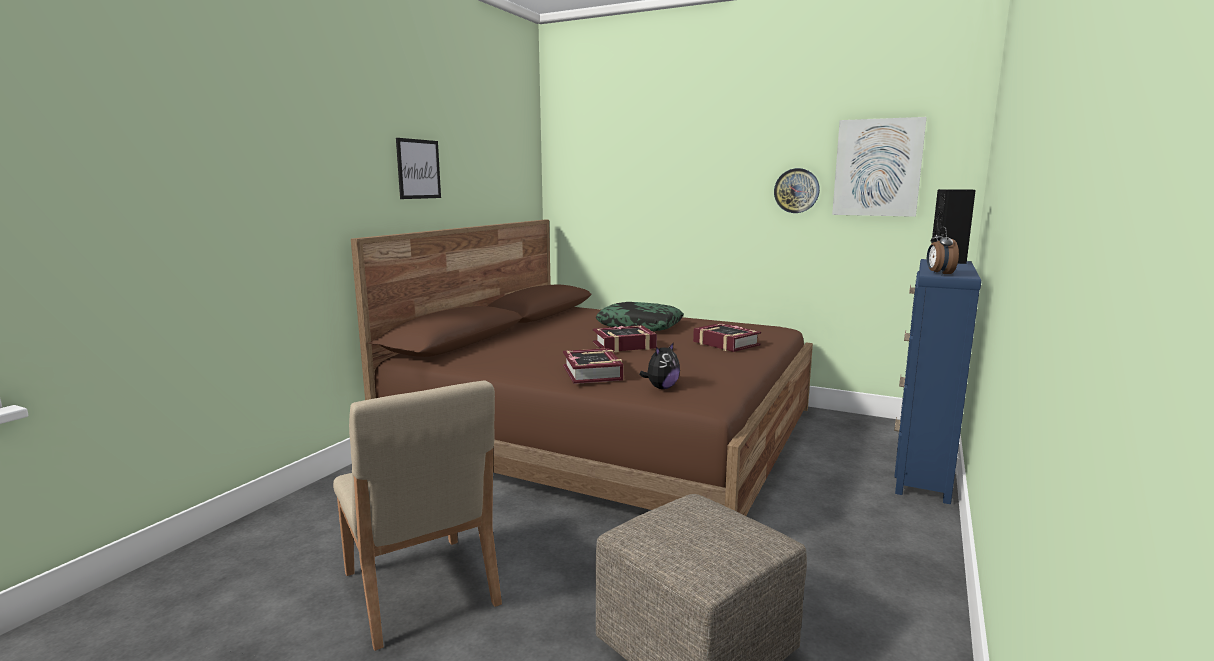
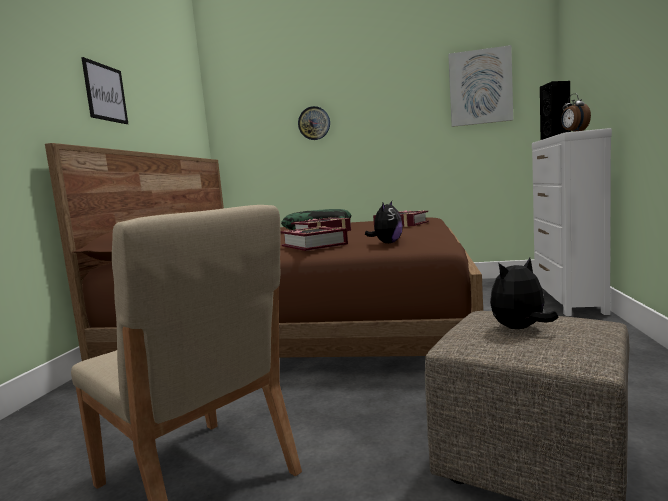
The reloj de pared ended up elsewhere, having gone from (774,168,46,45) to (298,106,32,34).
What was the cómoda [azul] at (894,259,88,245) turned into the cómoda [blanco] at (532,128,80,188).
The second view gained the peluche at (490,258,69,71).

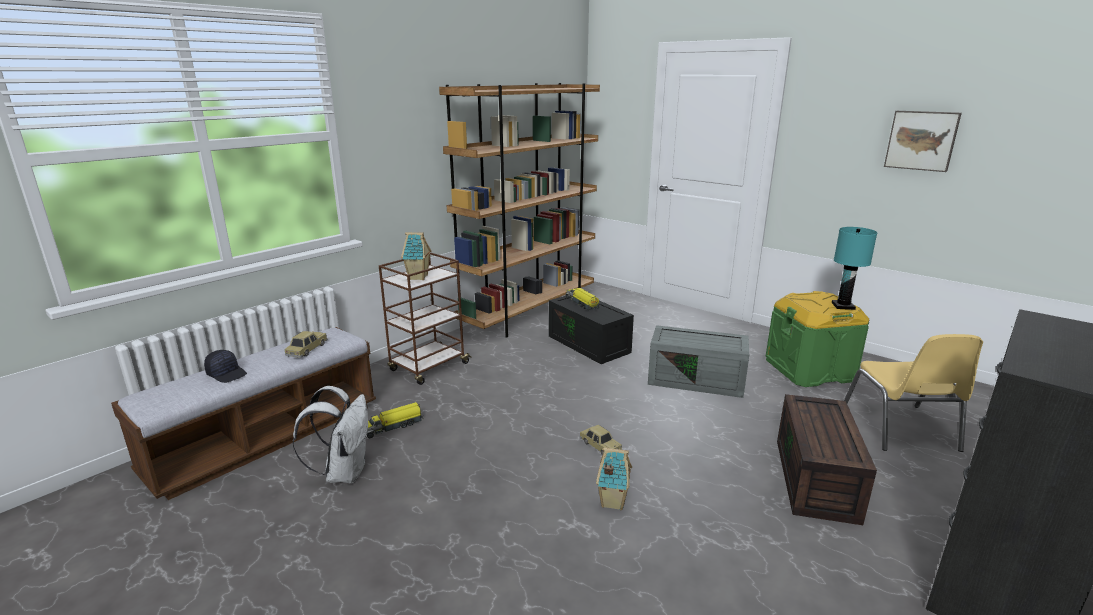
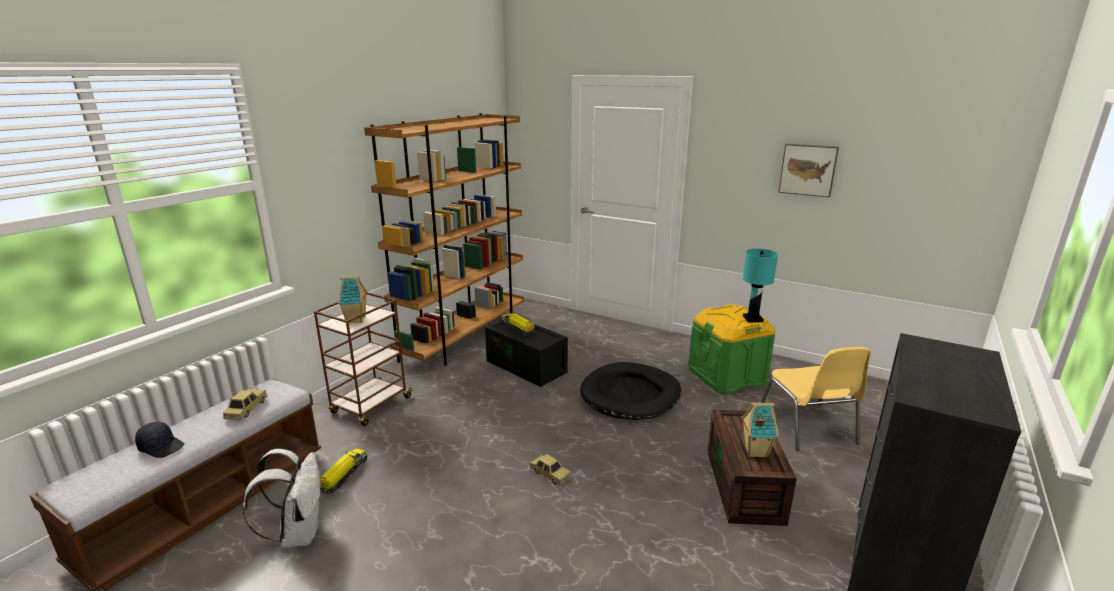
Where the caja de almacenaje [gris] stood at (648,325,101,73), the cama para perro [negro] came to stand at (580,362,101,58).
The camión de juguete at (367,402,57,36) ended up facing another way, 150 degrees clockwise from before.
The casita ended up elsewhere, having gone from (596,448,36,62) to (741,403,38,55).

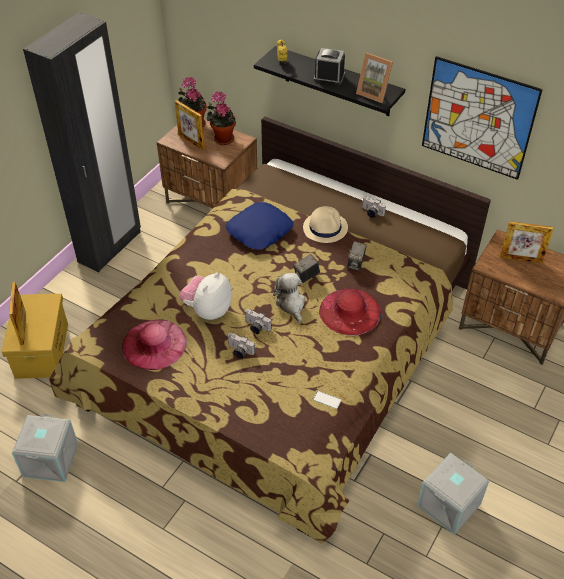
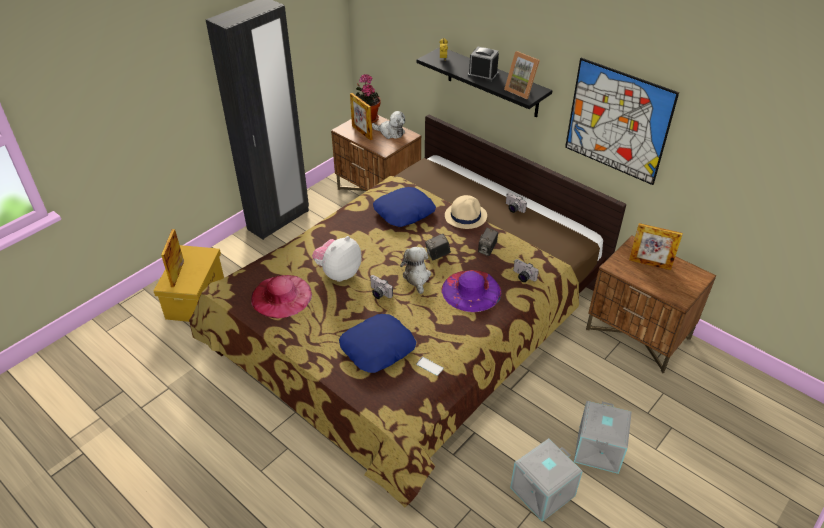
Where the planta en maceta stood at (207,92,29,53), the peluche came to stand at (372,111,33,28).
What was the sombrero [rojo] at (319,289,63,47) turned into the sombrero [morado] at (442,270,60,42).
The cámara ended up elsewhere, having gone from (228,333,27,25) to (513,259,26,23).
The caja de almacenaje [gris] ended up elsewhere, having gone from (12,414,66,68) to (574,401,58,73).
The second view gained the cojín [azul] at (339,314,77,59).

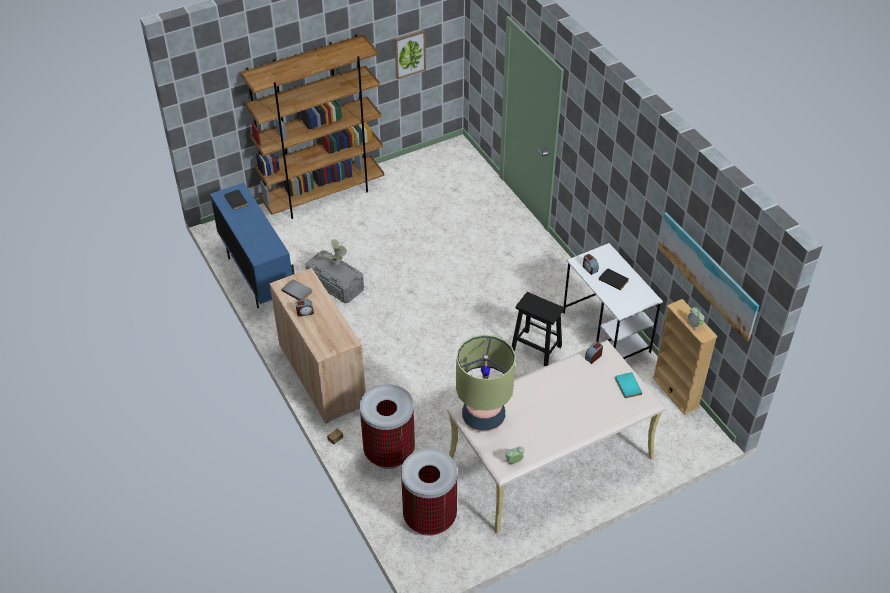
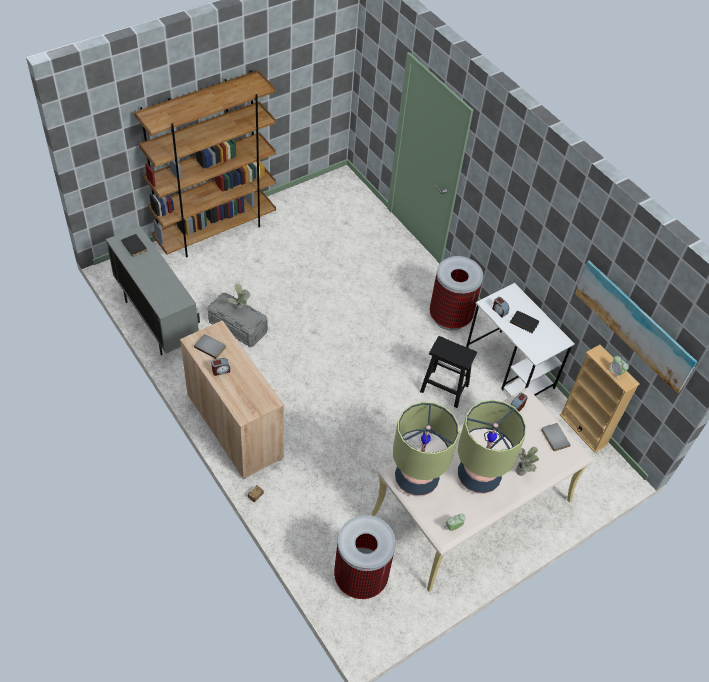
The second view lost the cuadro at (395,30,31,49).
What was the armario [azul] at (210,183,85,126) turned into the armario [gris] at (106,226,94,129).
What was the libro [turquesa] at (615,372,27,26) turned into the libro [gris] at (541,423,29,28).
The papelera ended up elsewhere, having gone from (360,384,55,85) to (430,256,53,75).
The second view gained the lámpara de mesa at (458,400,69,94).
The second view gained the planta en maceta at (515,447,24,29).

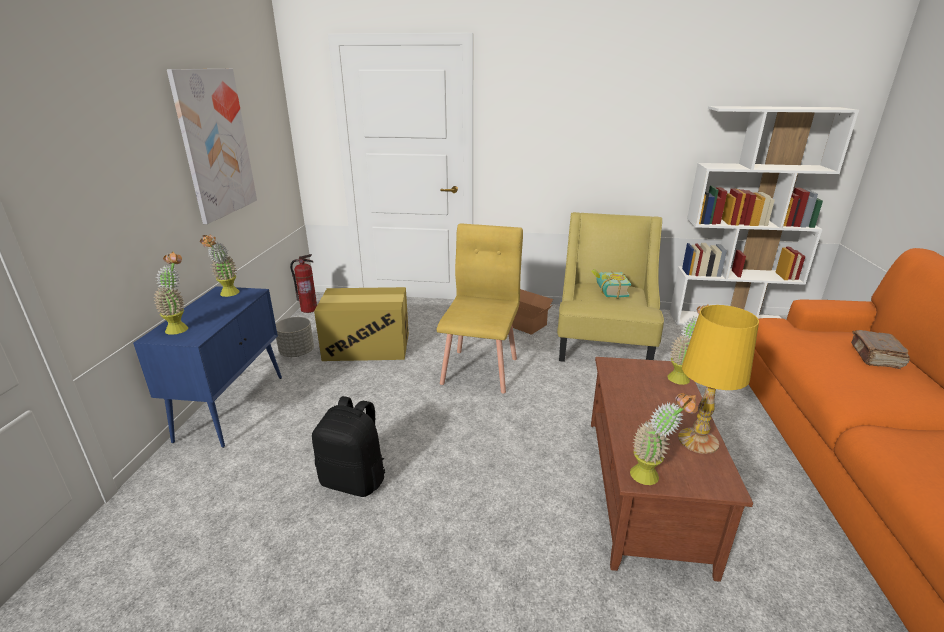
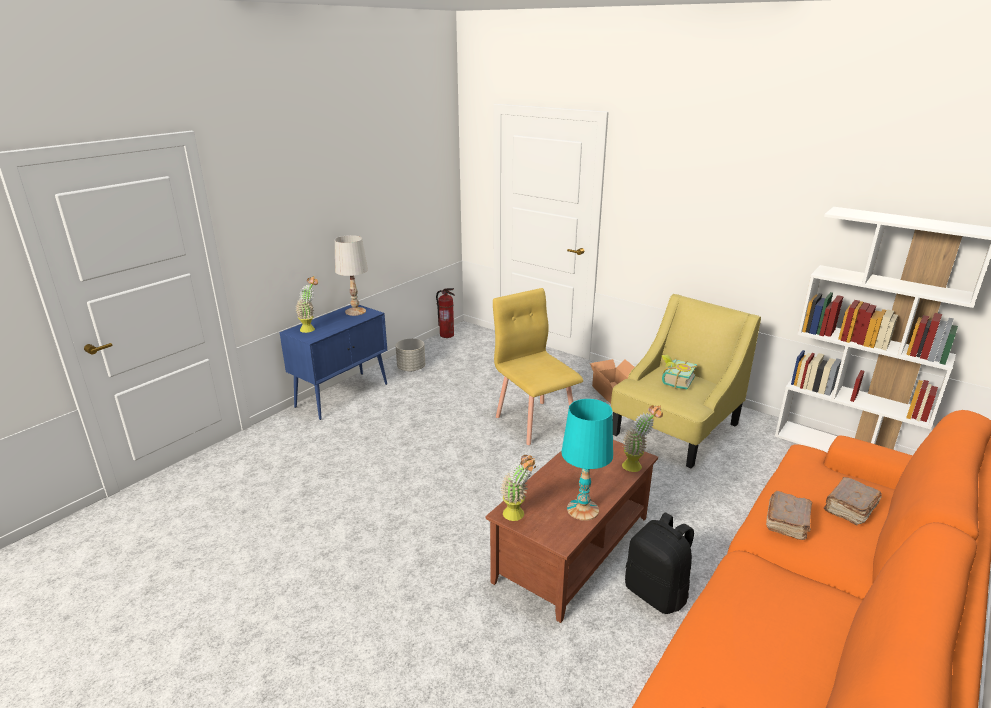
The second view lost the cuadro at (167,69,90,155).
The silla [amarillo] at (437,223,86,171) ended up facing another way, 75 degrees counterclockwise from before.
Where the planta en maceta stood at (200,235,40,62), the lámpara de mesa [blanco] came to stand at (335,235,33,81).
The second view lost the caja de cartón at (314,287,95,74).
What was the lámpara de mesa [amarillo] at (678,305,81,149) turned into the lámpara de mesa [turquesa] at (561,399,52,122).
The mochila [negro] ended up elsewhere, having gone from (312,396,73,101) to (625,512,69,102).
The second view gained the libro [marrón] at (766,491,46,49).

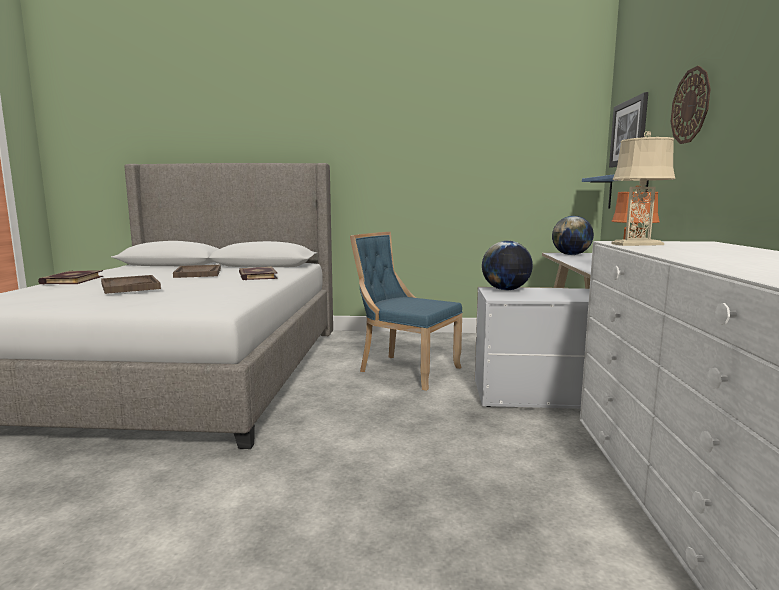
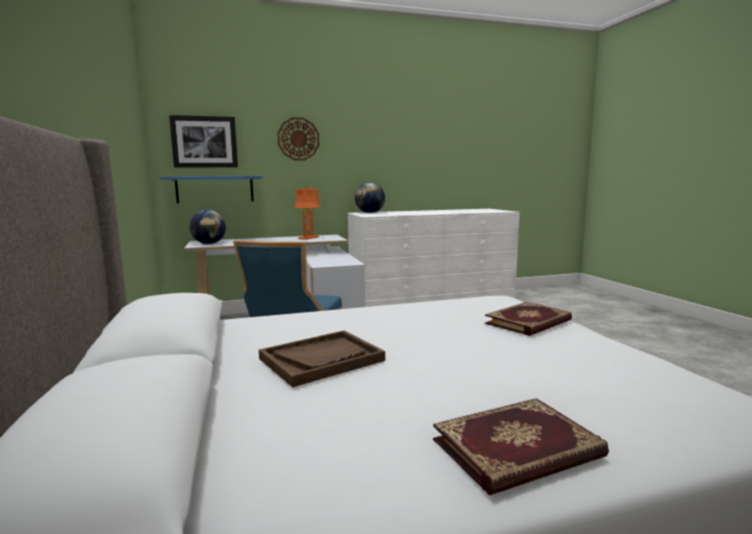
The second view lost the lámpara de mesa [beis] at (611,131,65,115).
The globo terráqueo ended up elsewhere, having gone from (482,241,51,49) to (355,182,30,31).
The libro ended up elsewhere, having gone from (239,267,39,13) to (485,302,87,34).
The second view lost the bandeja [marrón] at (101,275,60,19).

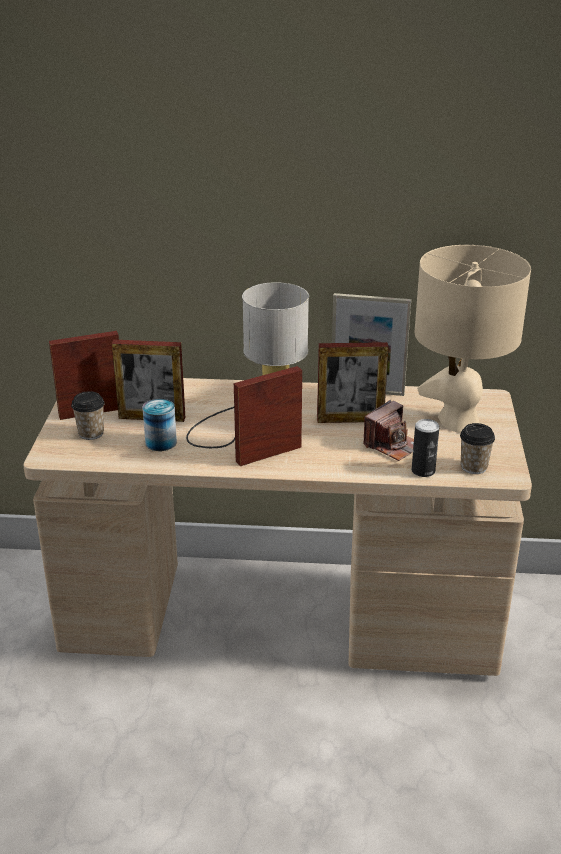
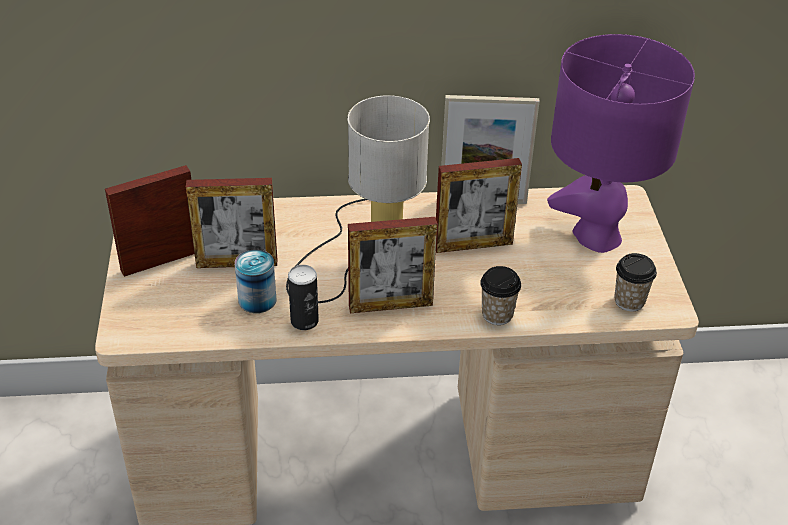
What was the lámpara de mesa [beis] at (414,245,117,188) turned into the lámpara de mesa [morado] at (547,34,148,219).
The portarretratos at (234,366,68,100) ended up facing another way, 150 degrees counterclockwise from before.
The taza ended up elsewhere, having gone from (71,391,34,49) to (480,266,41,59).
The second view lost the cámara at (363,400,51,61).
The lata ended up elsewhere, having gone from (412,419,27,58) to (288,265,31,65).

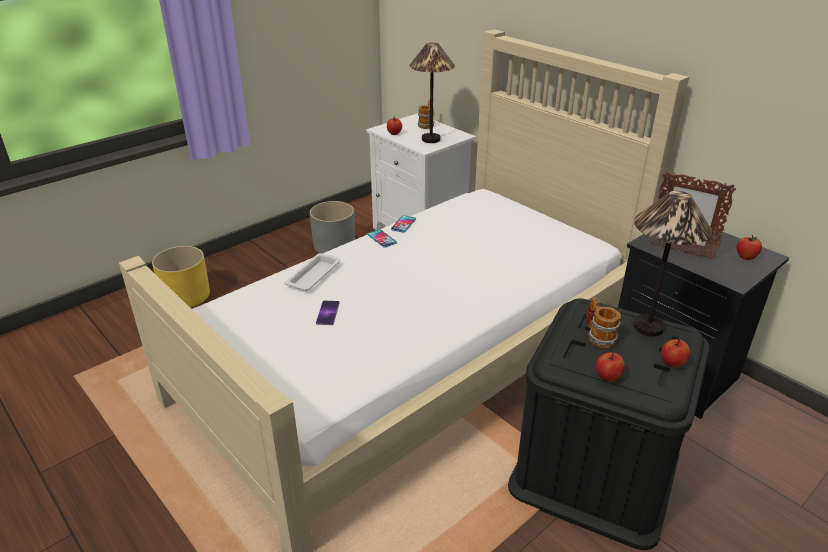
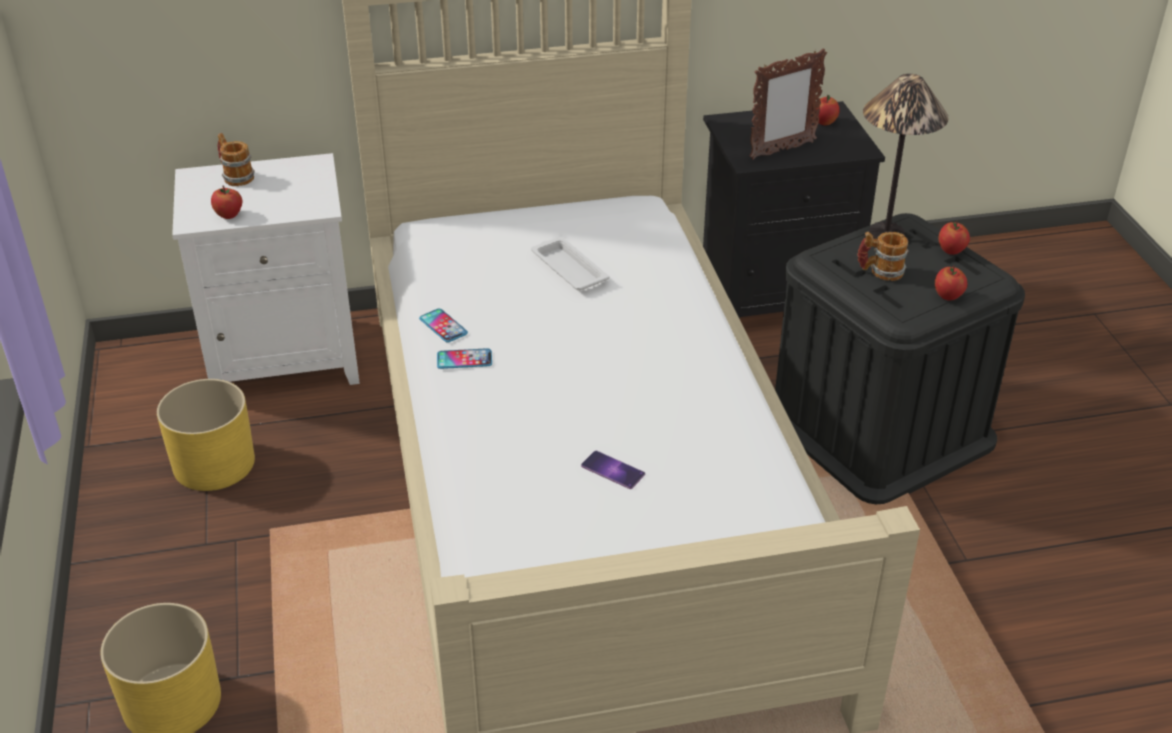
The second view lost the lámpara de mesa at (410,43,45,100).
What was the maceta [gris] at (310,201,45,53) turned into the maceta [amarillo] at (157,379,98,112).
The bandeja [blanco] ended up elsewhere, having gone from (284,253,57,38) to (531,237,78,54).

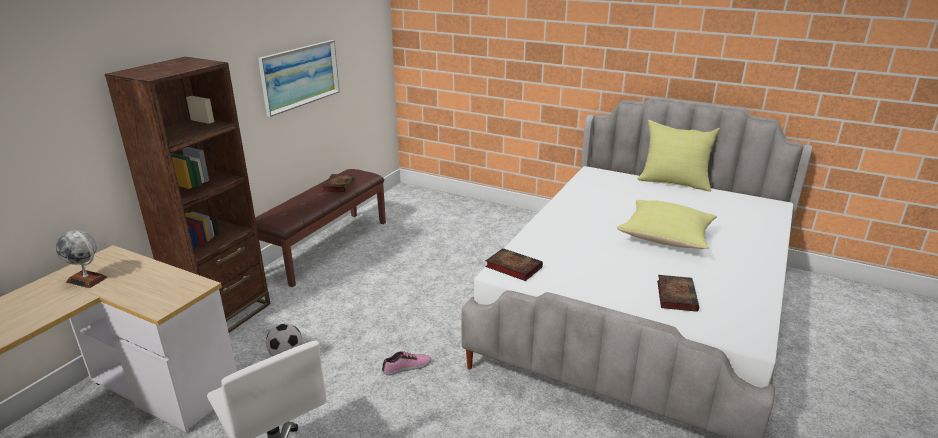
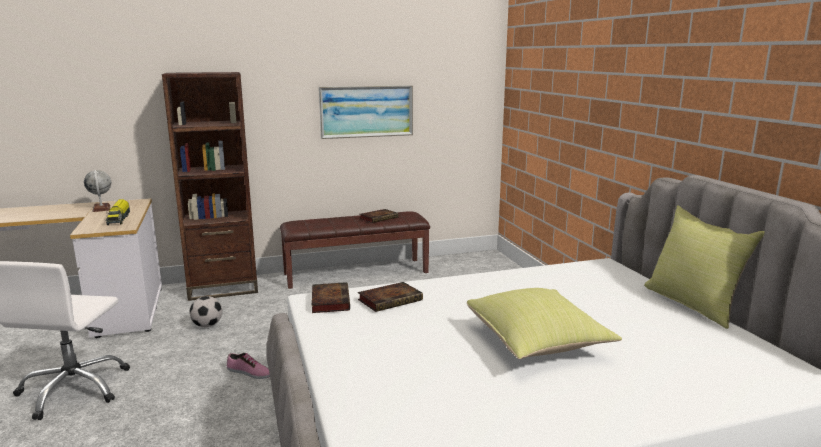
The libro ended up elsewhere, having gone from (657,275,42,37) to (358,282,65,30).
The second view gained the camión de juguete at (106,199,24,26).

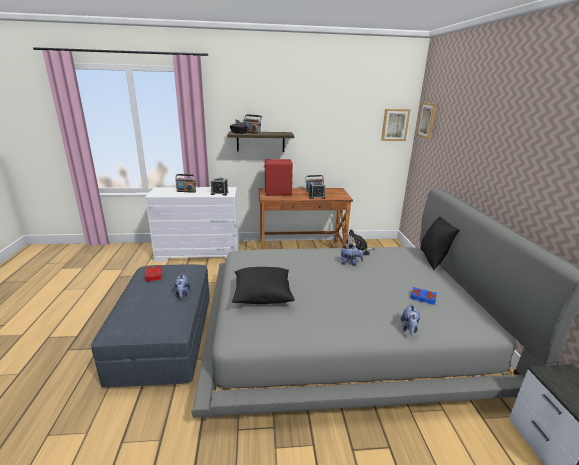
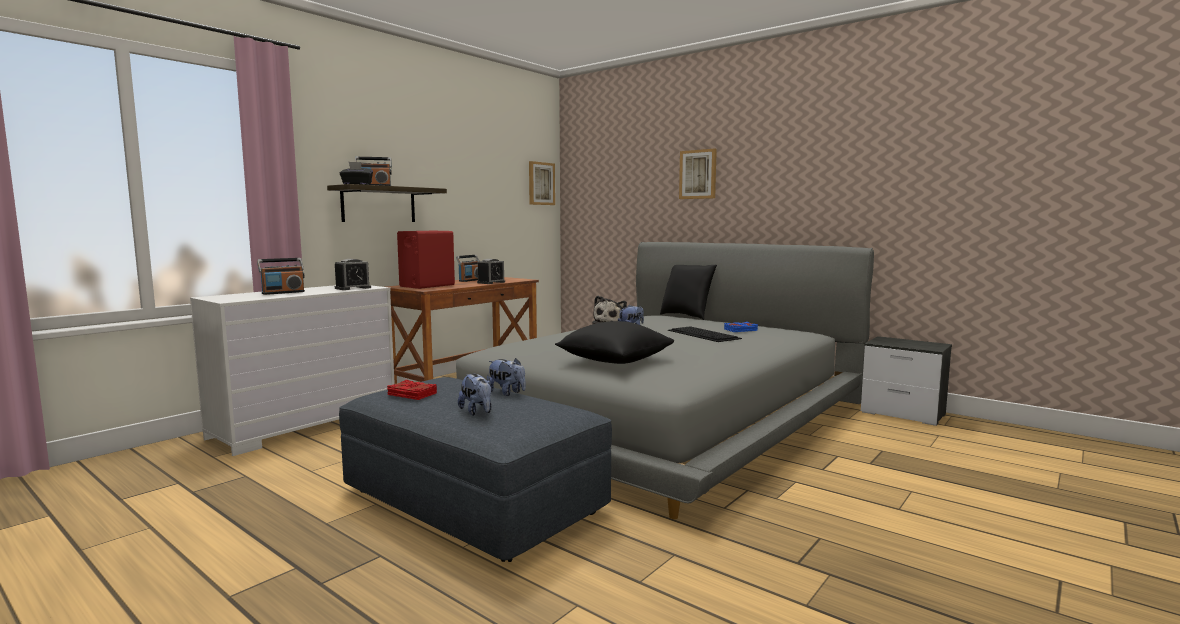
The cuadro ended up elsewhere, having gone from (417,102,20,37) to (679,149,38,50).
The peluche ended up elsewhere, having gone from (401,304,19,31) to (458,374,34,42).
The second view gained the teclado at (668,326,74,16).

